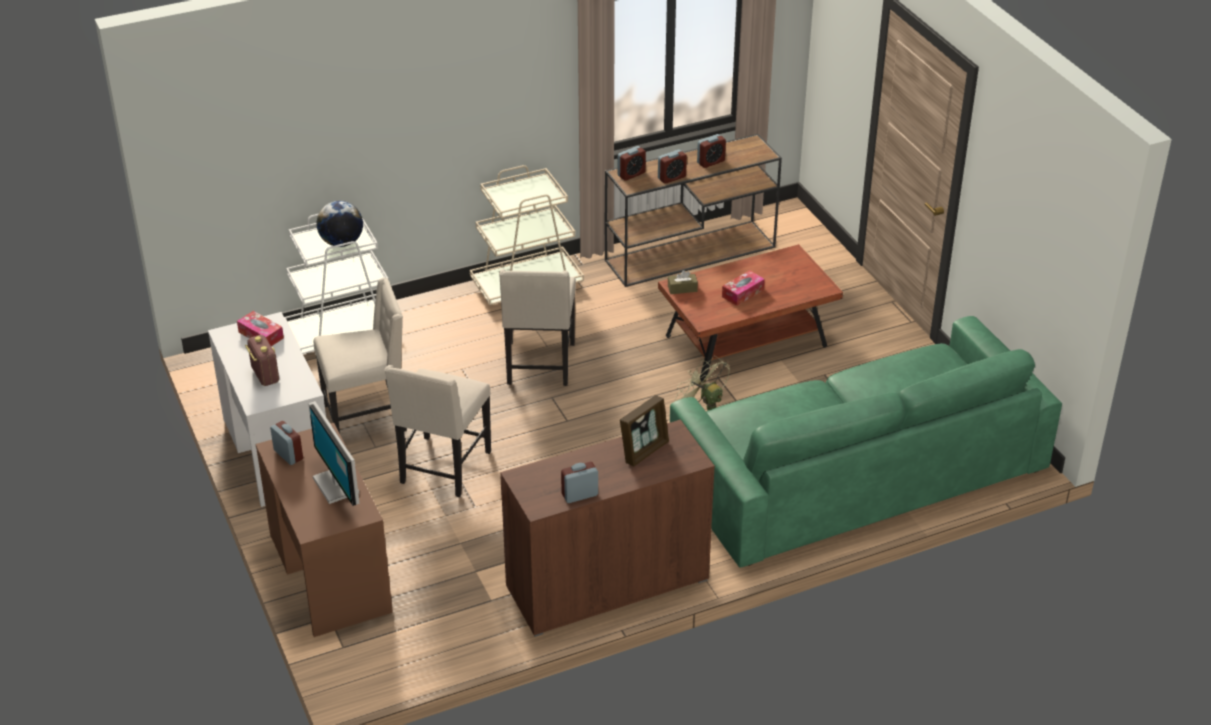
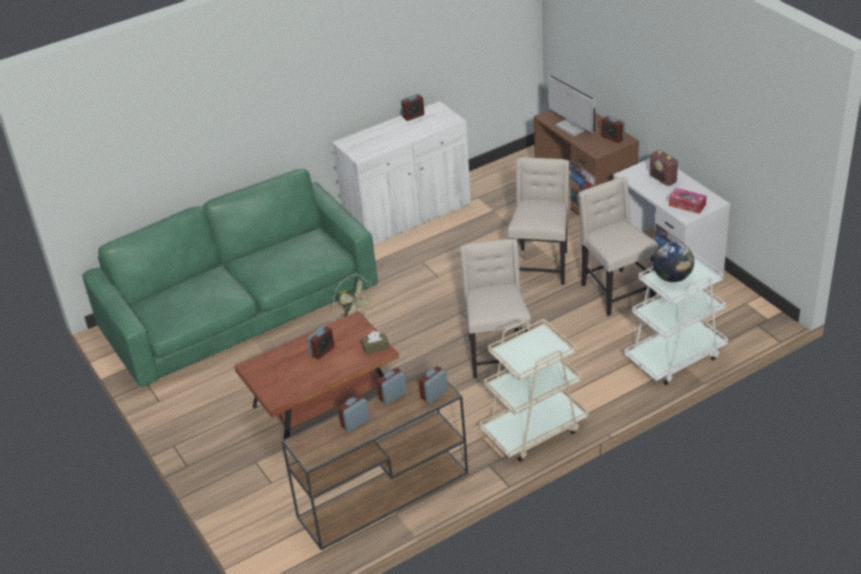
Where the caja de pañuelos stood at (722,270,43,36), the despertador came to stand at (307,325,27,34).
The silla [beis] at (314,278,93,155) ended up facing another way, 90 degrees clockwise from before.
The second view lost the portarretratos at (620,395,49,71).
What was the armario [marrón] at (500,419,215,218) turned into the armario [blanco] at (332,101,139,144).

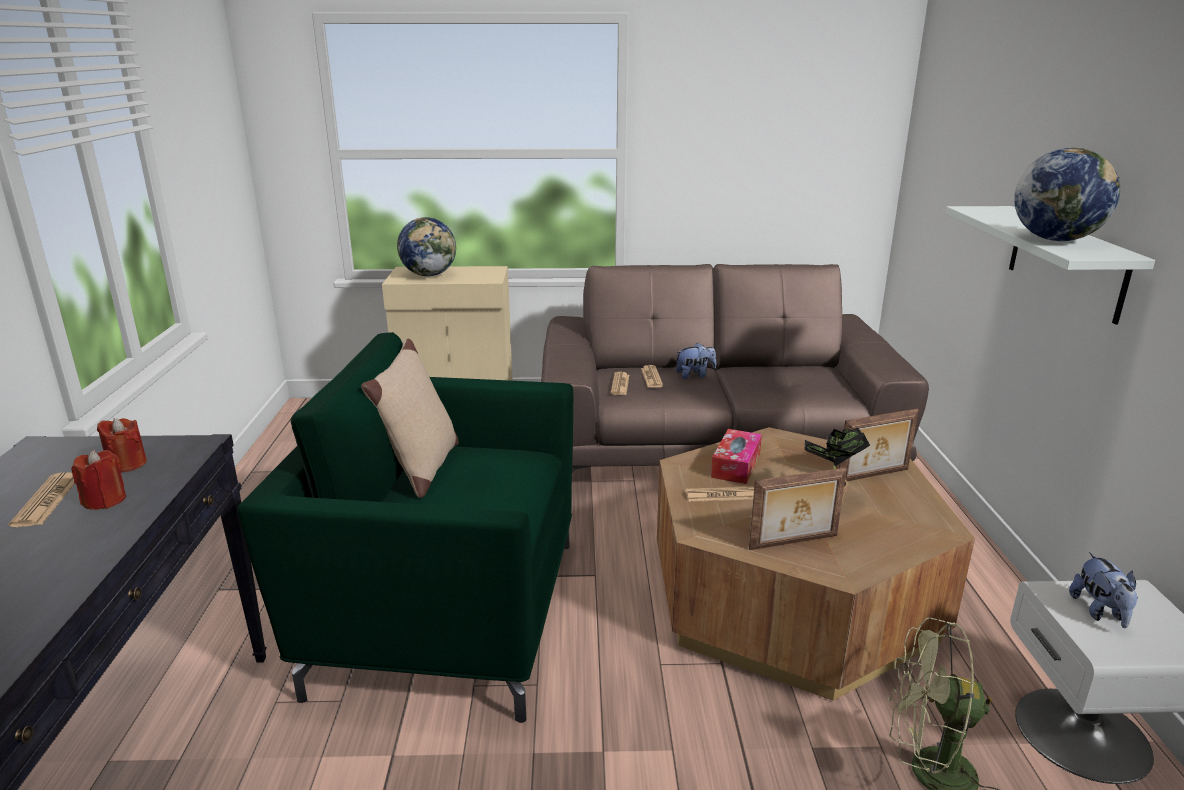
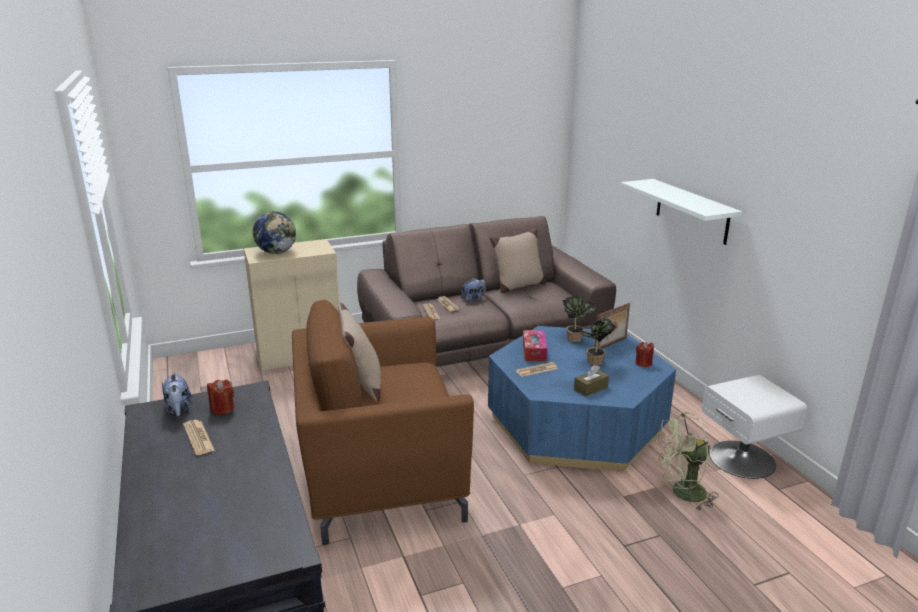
The second view lost the globo terráqueo at (1014,148,106,93).
What was the sillón [verde] at (237,332,336,391) turned into the sillón [marrón] at (292,300,182,245).
What was the mesa de centro [marrón] at (657,427,318,274) turned into the mesa de centro [azul] at (488,326,188,146).
The vela [rojo] ended up elsewhere, having gone from (71,450,55,60) to (635,341,19,26).
Where the portarretratos stood at (749,467,98,83), the caja de pañuelos [marrón] came to stand at (574,365,35,32).
The peluche ended up elsewhere, having gone from (1069,552,69,76) to (162,372,29,44).
The second view gained the cojín [beis] at (490,229,56,64).
The second view gained the planta en maceta at (563,296,34,46).

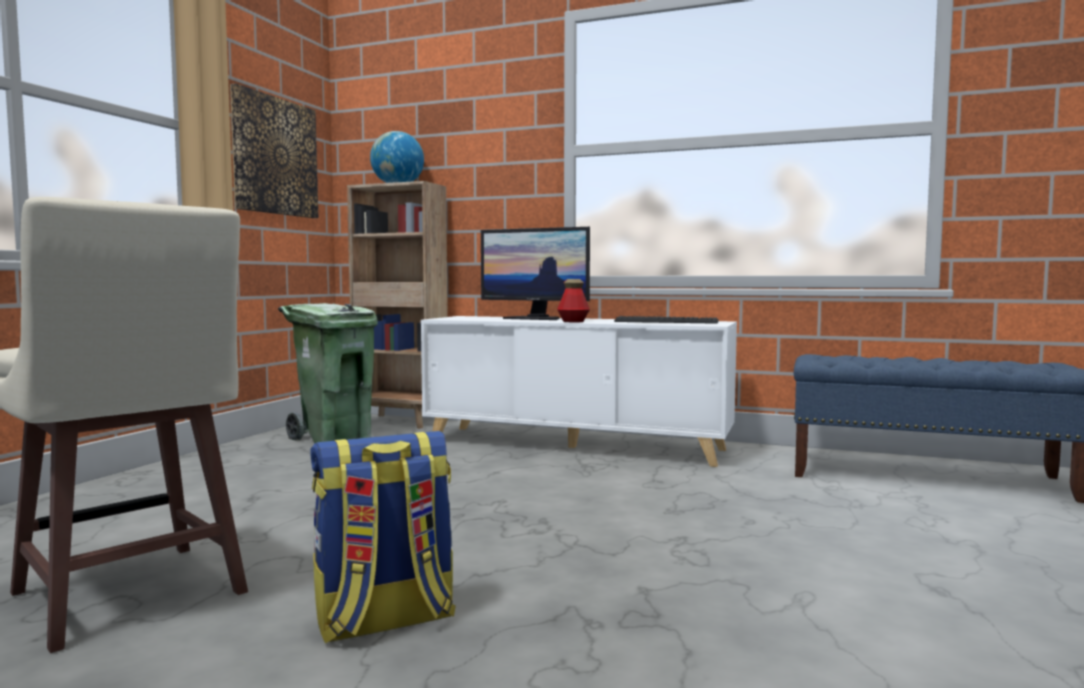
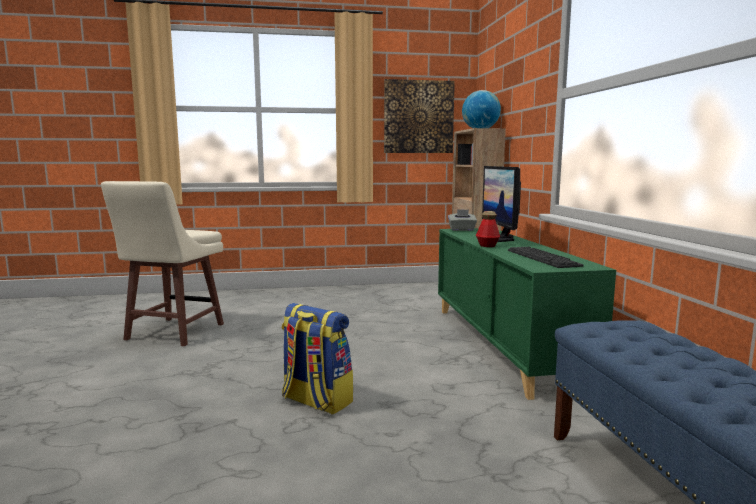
The second view lost the papelera [verde] at (278,303,100,141).
What was the armario [blanco] at (421,316,316,151) turned into the armario [verde] at (438,228,178,172).
The mochila ended up elsewhere, having gone from (310,431,146,212) to (282,303,71,112).
The second view gained the caja de pañuelos [gris] at (448,209,29,22).

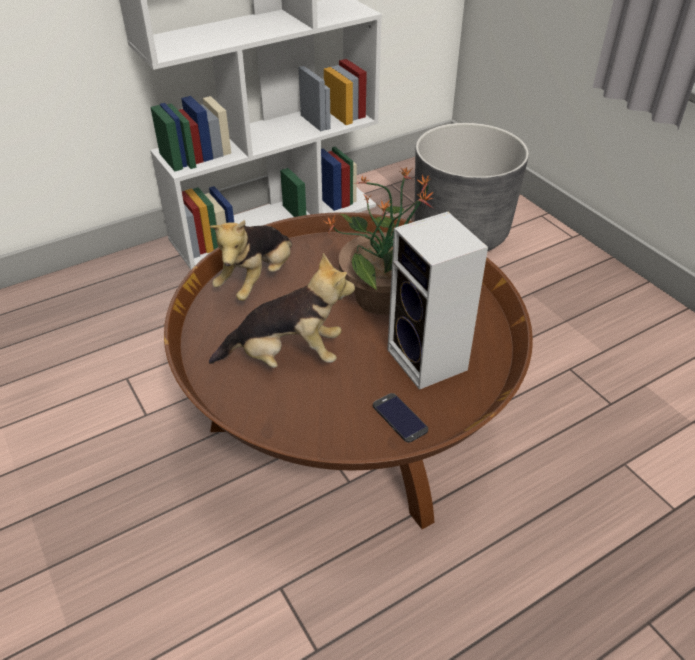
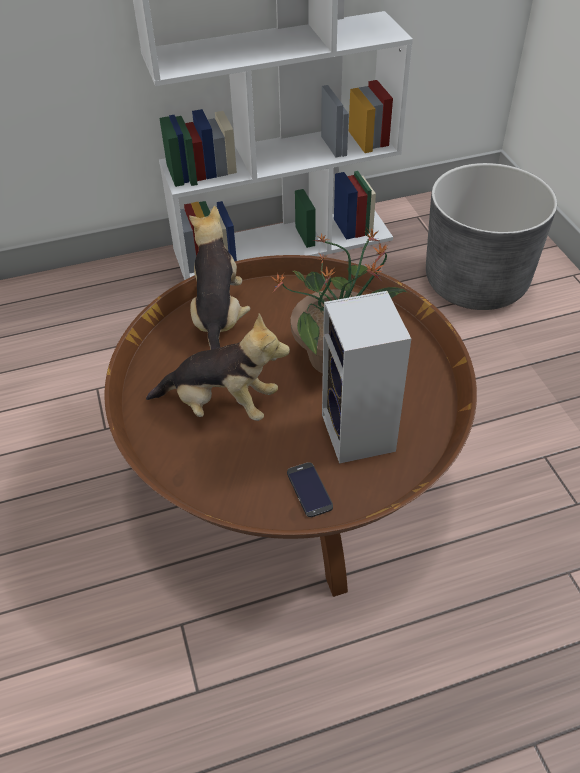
The peluche at (210,220,82,81) ended up facing another way, 135 degrees clockwise from before.

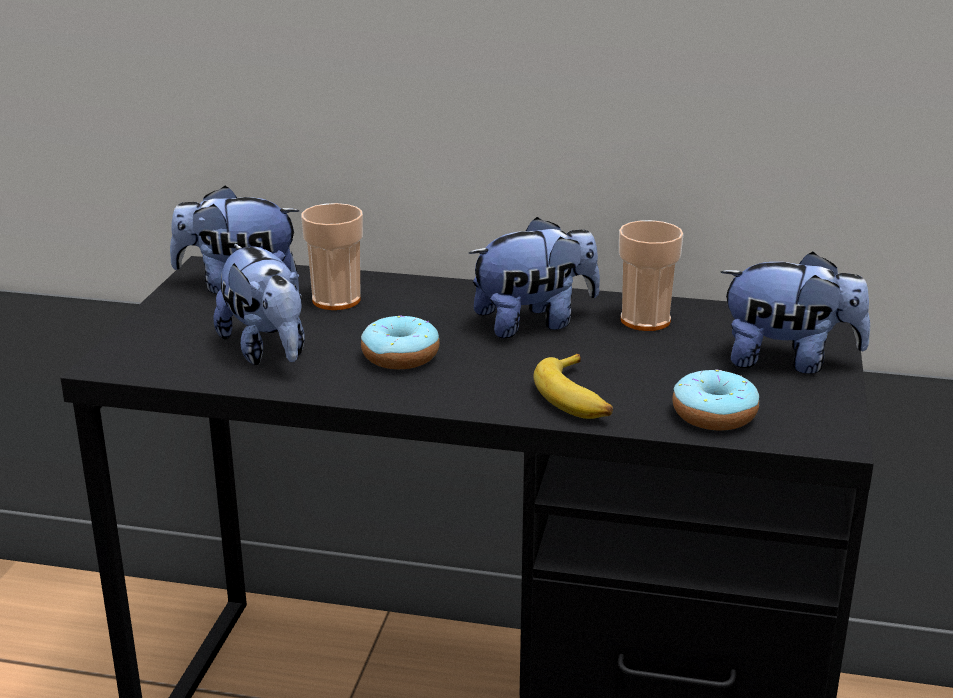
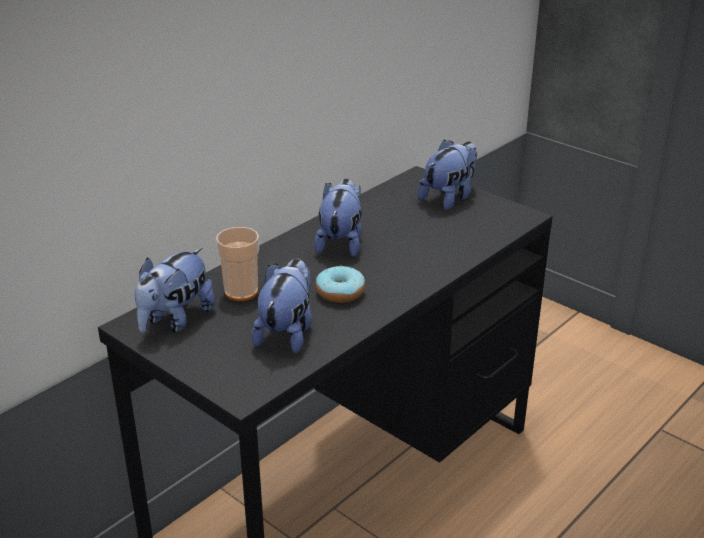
The second view lost the taza at (619,220,64,111).
The peluche at (214,244,91,121) ended up facing another way, 75 degrees counterclockwise from before.
The second view lost the plátano at (533,354,80,65).
The second view lost the rosquilla at (672,369,87,62).

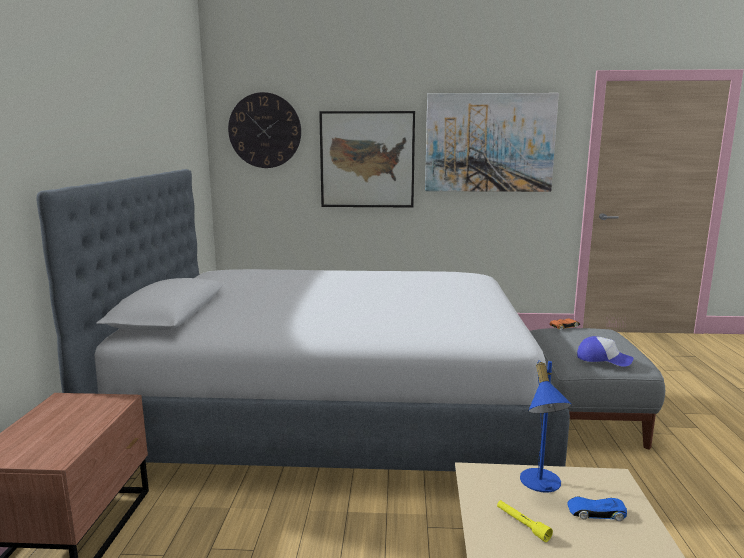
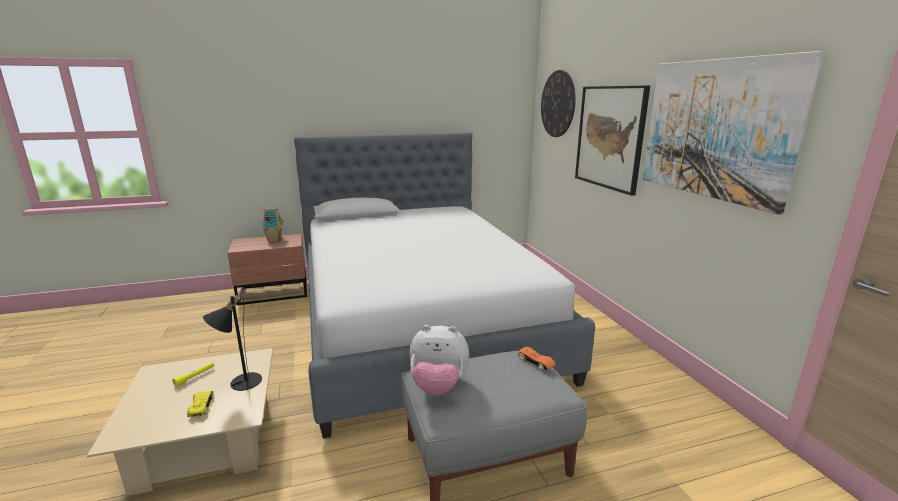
Where the gorra stood at (577,336,57,31), the peluche came to stand at (410,325,59,70).
What was the lámpara de mesa [azul] at (520,360,52,132) turned into the lámpara de mesa [negro] at (203,295,59,96).
What was the coche de juguete [azul] at (568,496,59,25) turned into the coche de juguete [amarillo] at (187,391,27,26).
The second view gained the casita at (261,208,22,34).

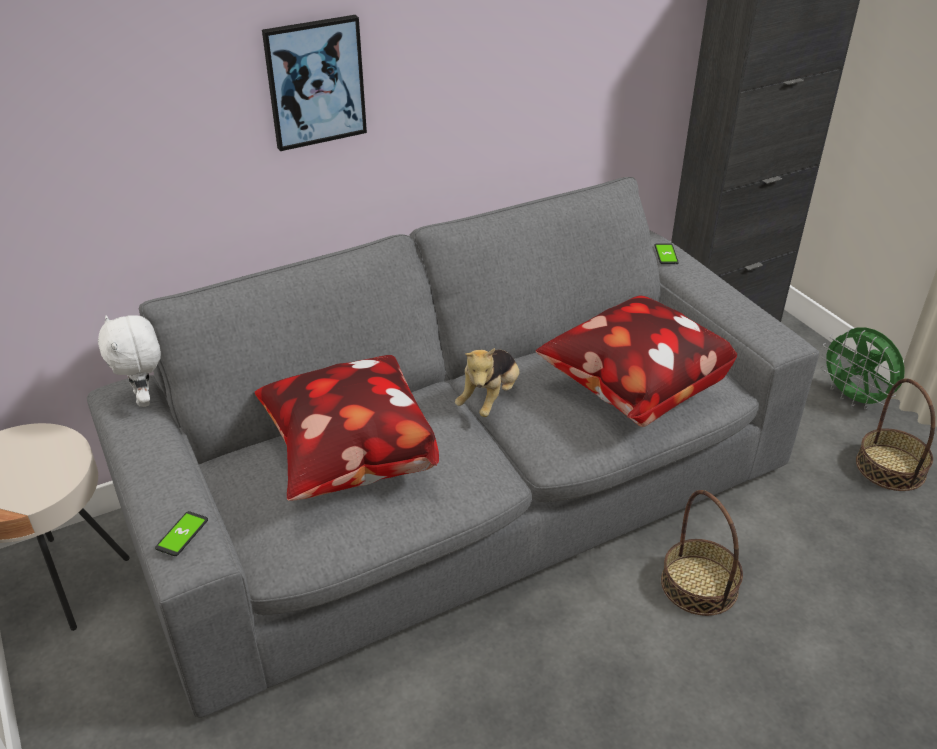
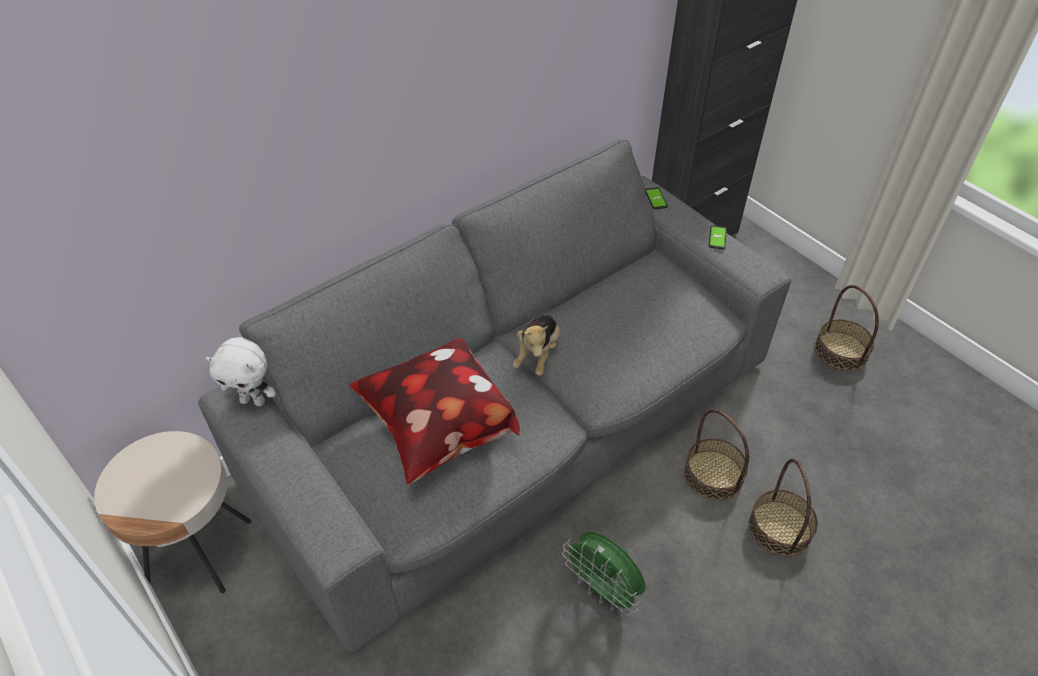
The second view lost the cuadro at (262,15,105,136).
The second view lost the cojín at (536,296,201,131).
The peluche [blanco] at (98,315,63,92) ended up facing another way, 45 degrees counterclockwise from before.
The ventilador [verde] ended up elsewhere, having gone from (820,327,85,83) to (562,531,83,84).
The móvil ended up elsewhere, having gone from (155,511,53,45) to (708,225,19,24).
The second view gained the cesta at (749,458,69,98).

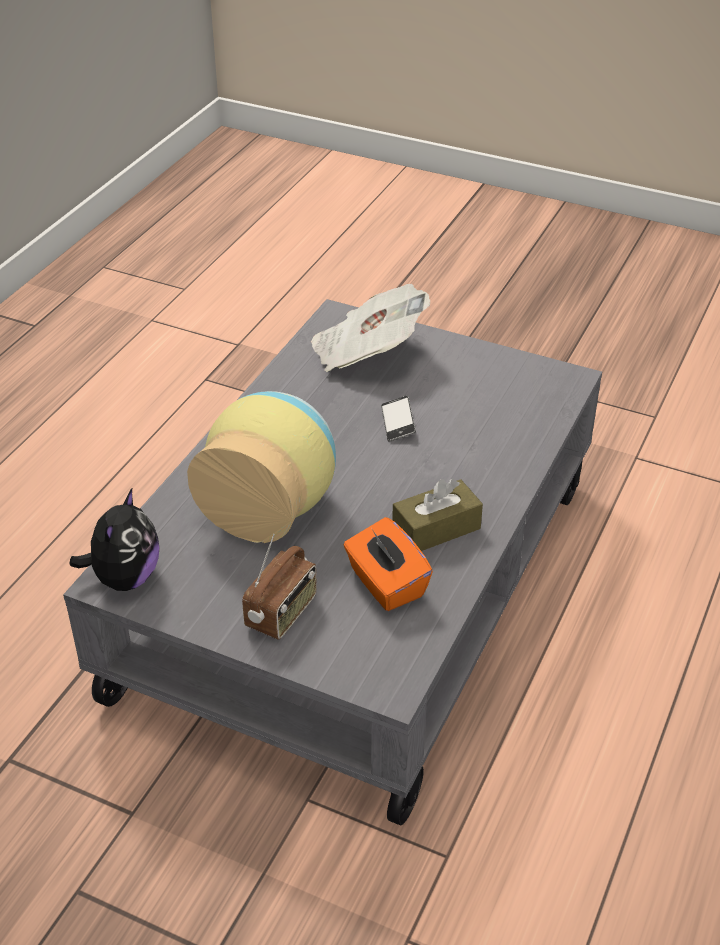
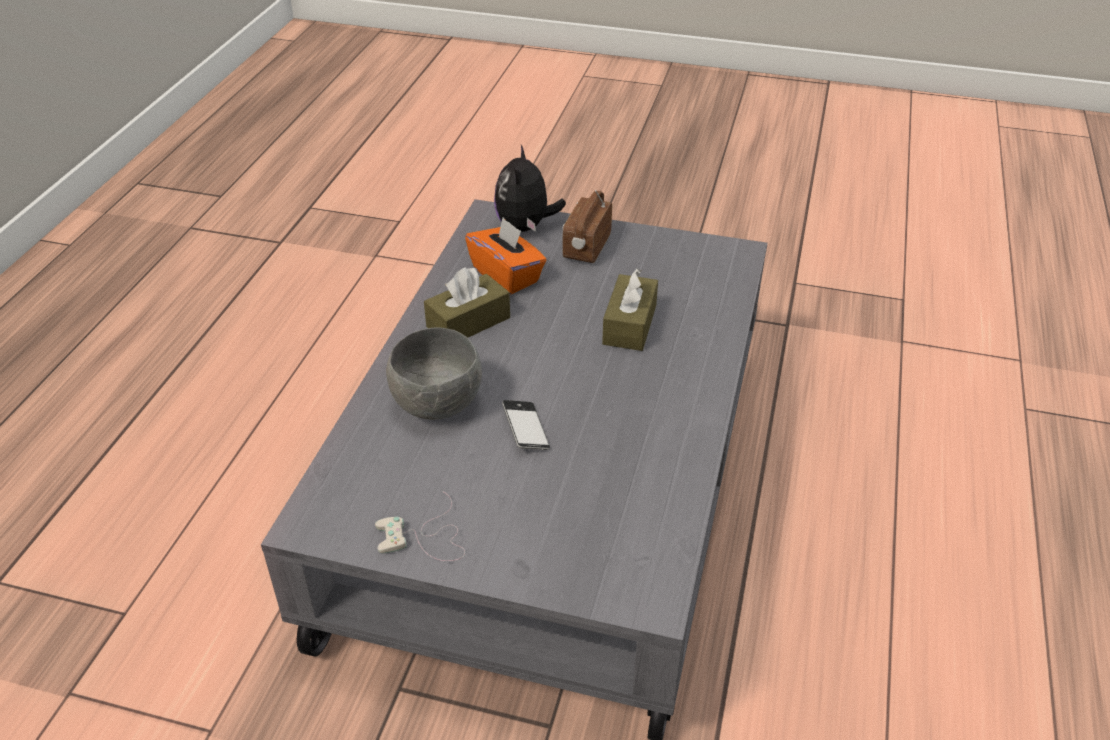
The second view lost the periódico at (311,284,119,88).
Where the florero stood at (187,391,149,152), the caja de pañuelos [marrón] came to stand at (602,269,56,82).
The peluche ended up elsewhere, having gone from (69,489,90,102) to (494,145,72,87).
The second view gained the cuenco [gris] at (386,327,96,93).
The second view gained the mando de consola [blanco] at (375,491,90,70).

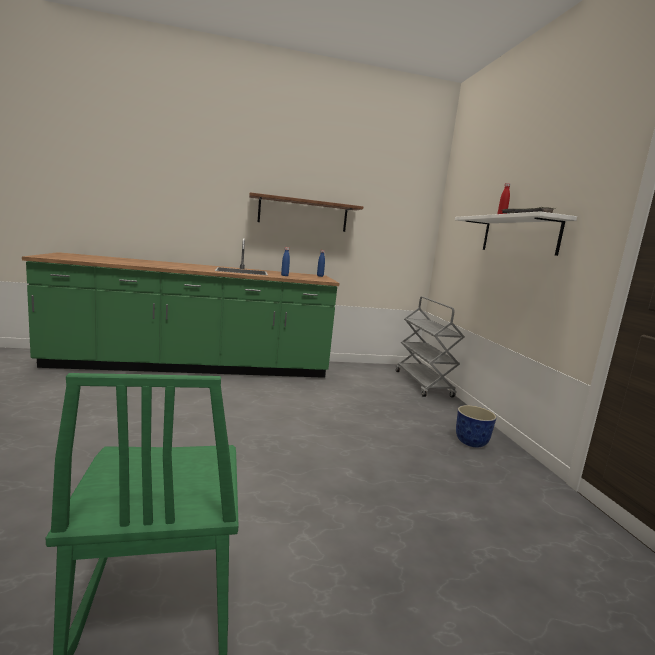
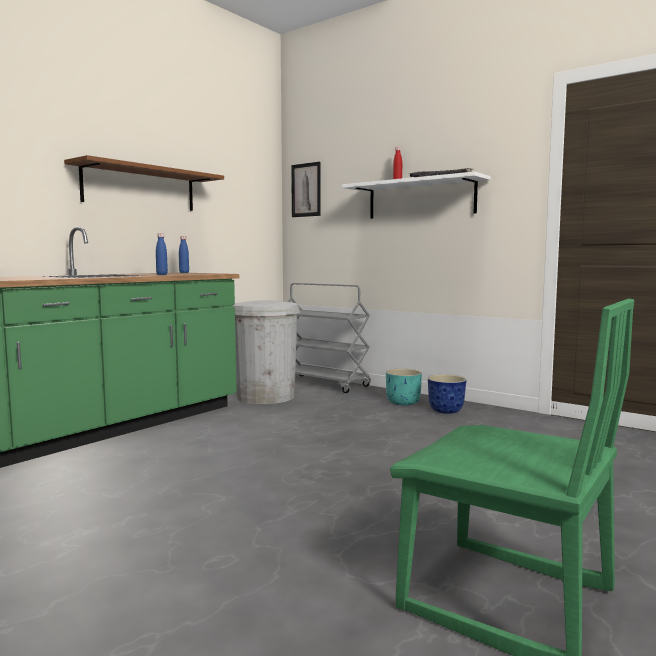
The second view gained the cuadro at (291,162,30,55).
The second view gained the papelera [blanco] at (233,300,67,104).
The second view gained the maceta [turquesa] at (386,369,36,36).

